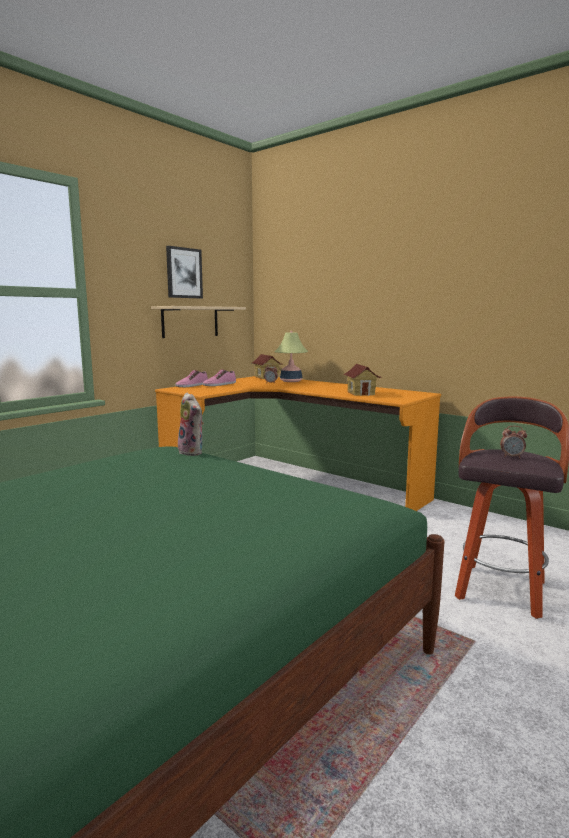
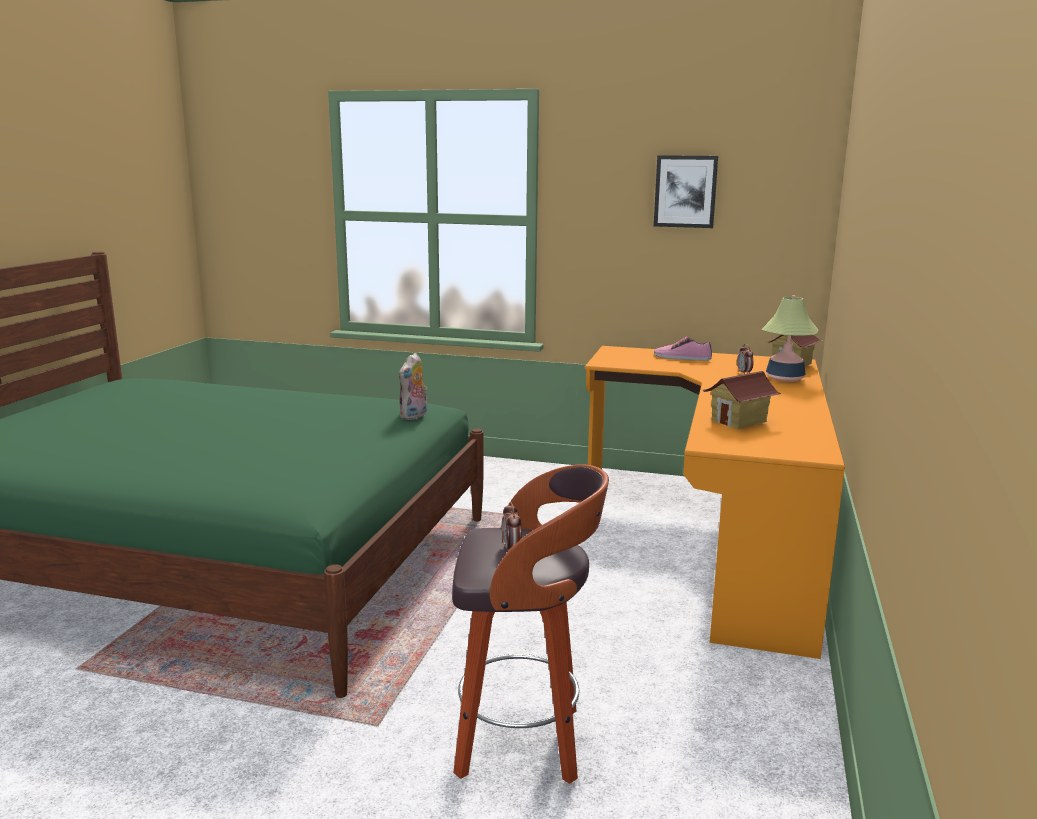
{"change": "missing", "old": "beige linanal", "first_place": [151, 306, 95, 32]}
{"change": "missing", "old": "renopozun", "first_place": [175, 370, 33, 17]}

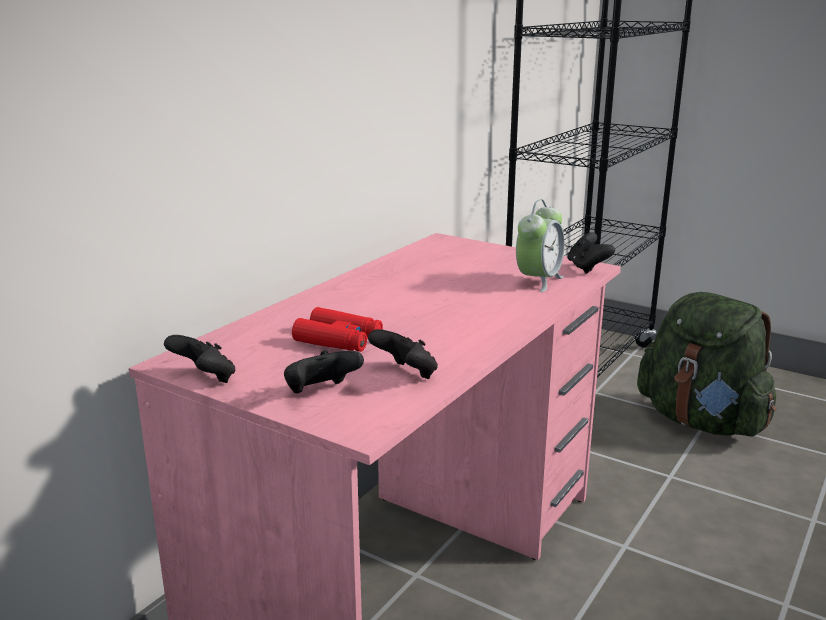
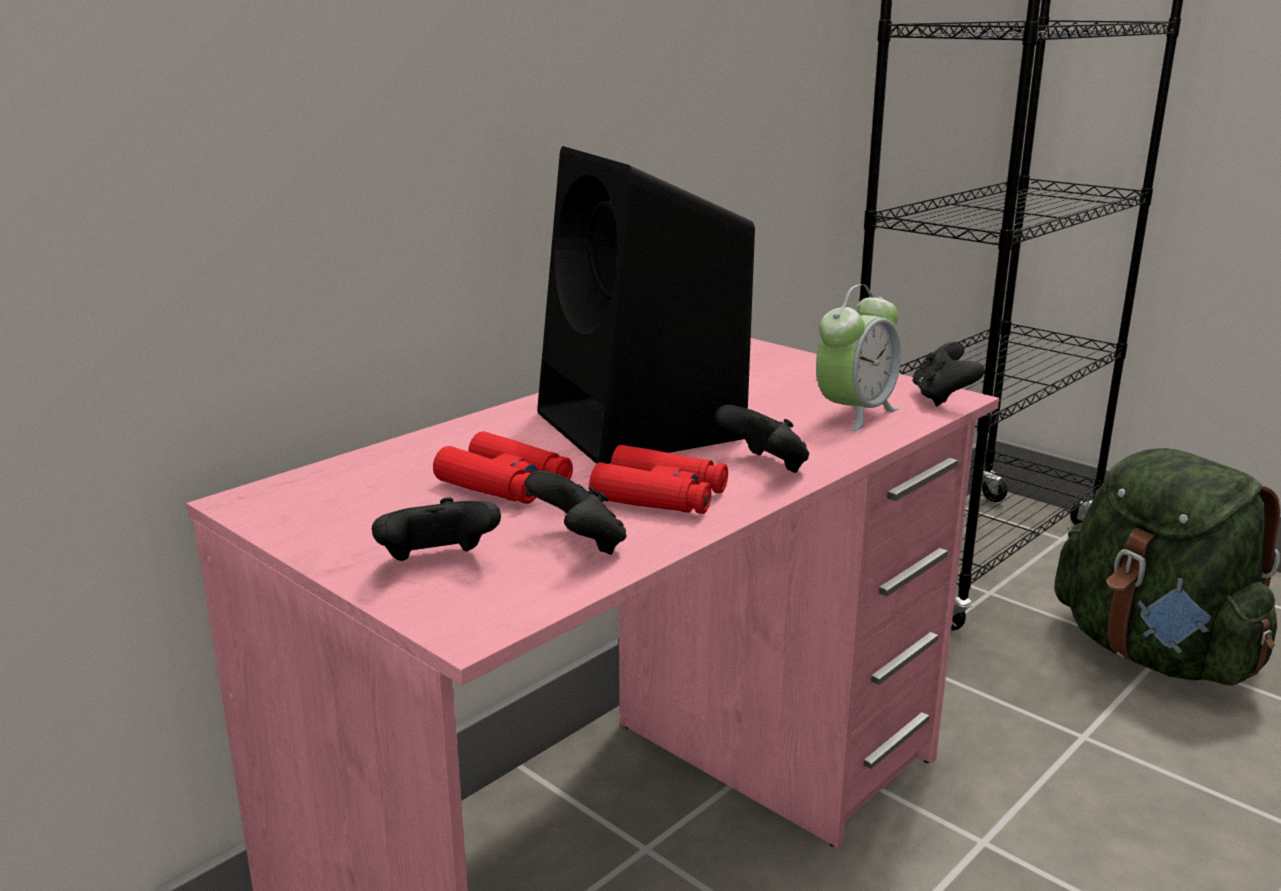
{"change": "appeared", "new": "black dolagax", "second_place": [537, 146, 218, 318]}
{"change": "appeared", "new": "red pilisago", "second_place": [589, 445, 139, 69]}
{"change": "relocated", "old": "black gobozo", "first_place": [164, 335, 71, 48], "second_place": [715, 405, 94, 68]}

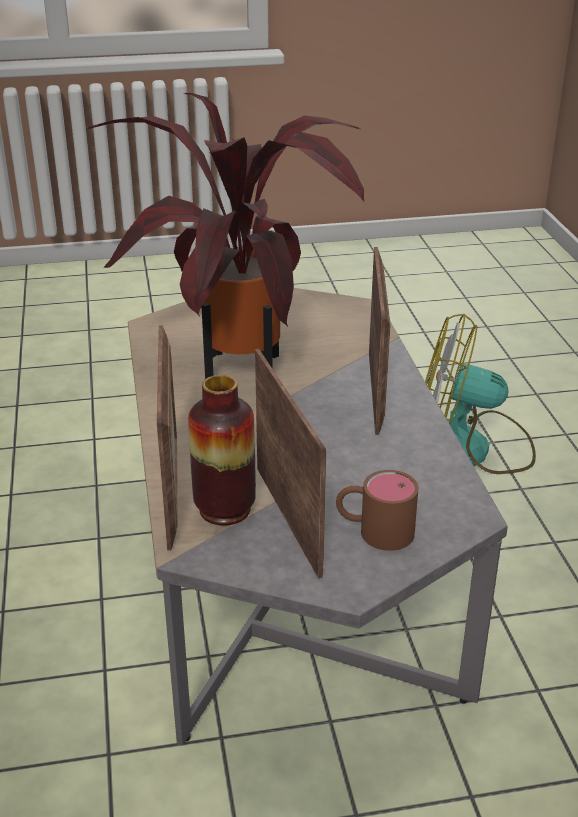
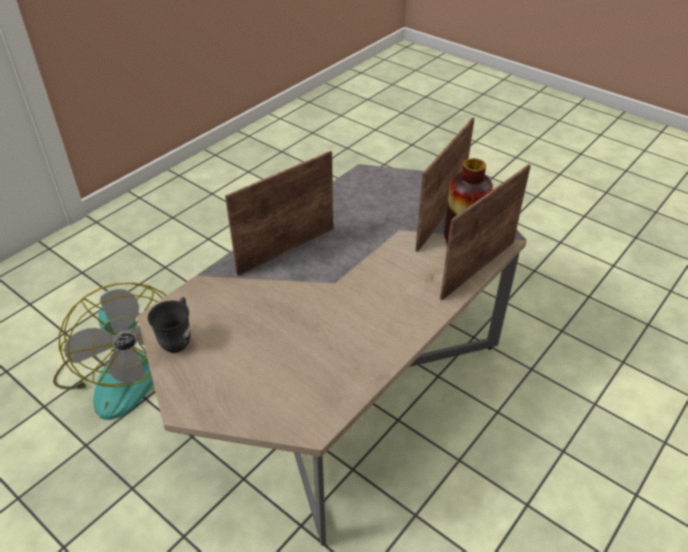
{"change": "missing", "old": "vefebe", "first_place": [87, 93, 277, 286]}
{"change": "missing", "old": "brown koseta", "first_place": [336, 470, 82, 81]}
{"change": "appeared", "new": "grey koseta", "second_place": [148, 297, 43, 56]}

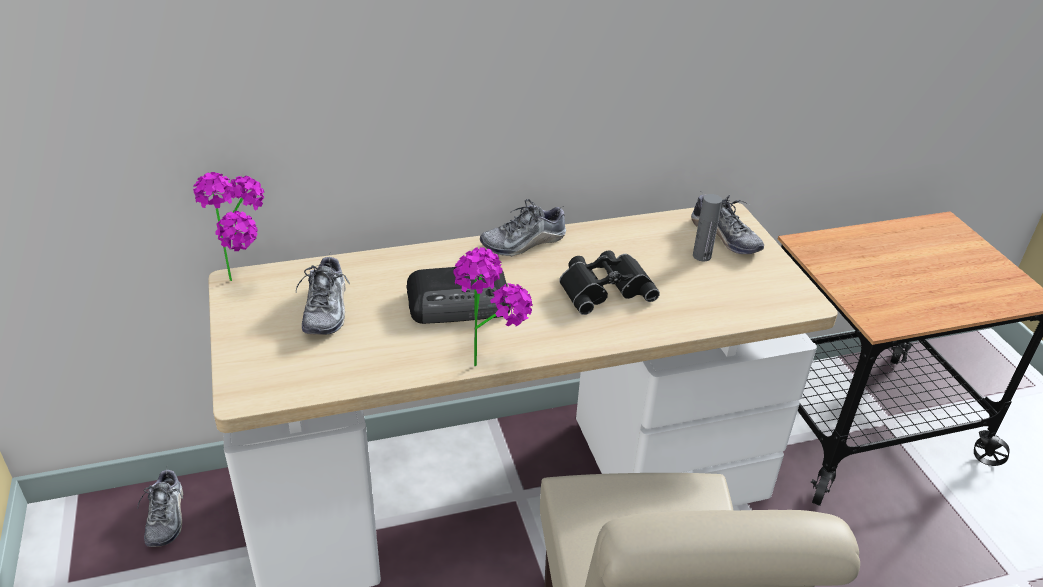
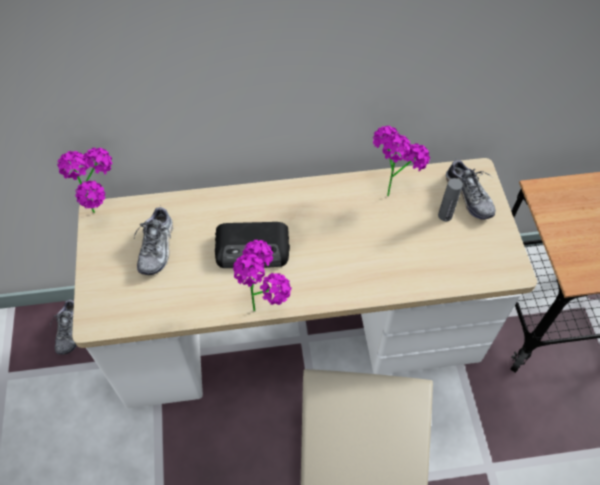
{"change": "missing", "old": "renopozun", "first_place": [480, 199, 86, 58]}
{"change": "missing", "old": "black pilisago", "first_place": [559, 250, 101, 65]}
{"change": "appeared", "new": "vefebe", "second_place": [373, 125, 57, 71]}

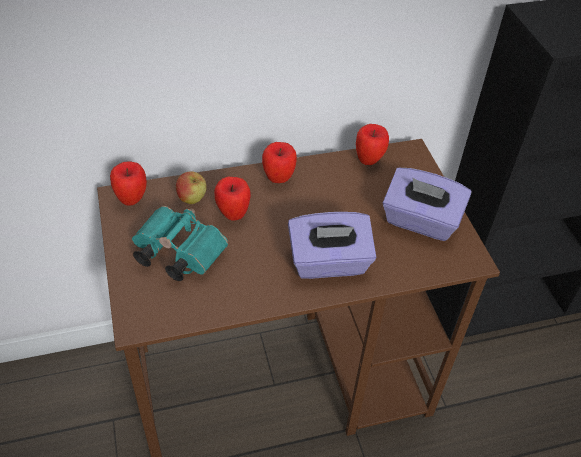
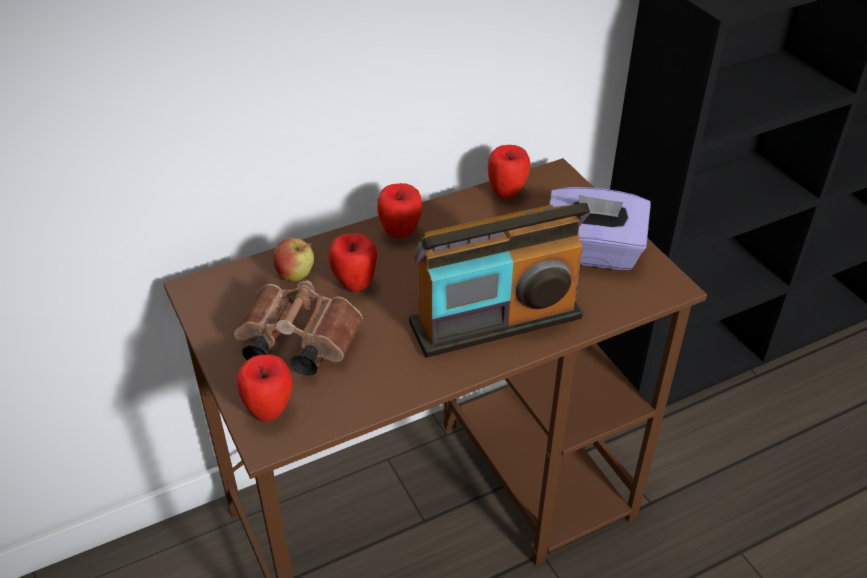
{"change": "relocated", "old": "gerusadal", "first_place": [110, 161, 37, 45], "second_place": [237, 354, 55, 68]}
{"change": "exchanged", "old": "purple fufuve", "new": "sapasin", "first_place": [288, 212, 88, 67], "second_place": [409, 203, 181, 155]}
{"change": "colour", "old": "turquoise pilisago", "new": "brown pilisago", "first_place": [132, 206, 96, 75], "second_place": [234, 280, 129, 96]}

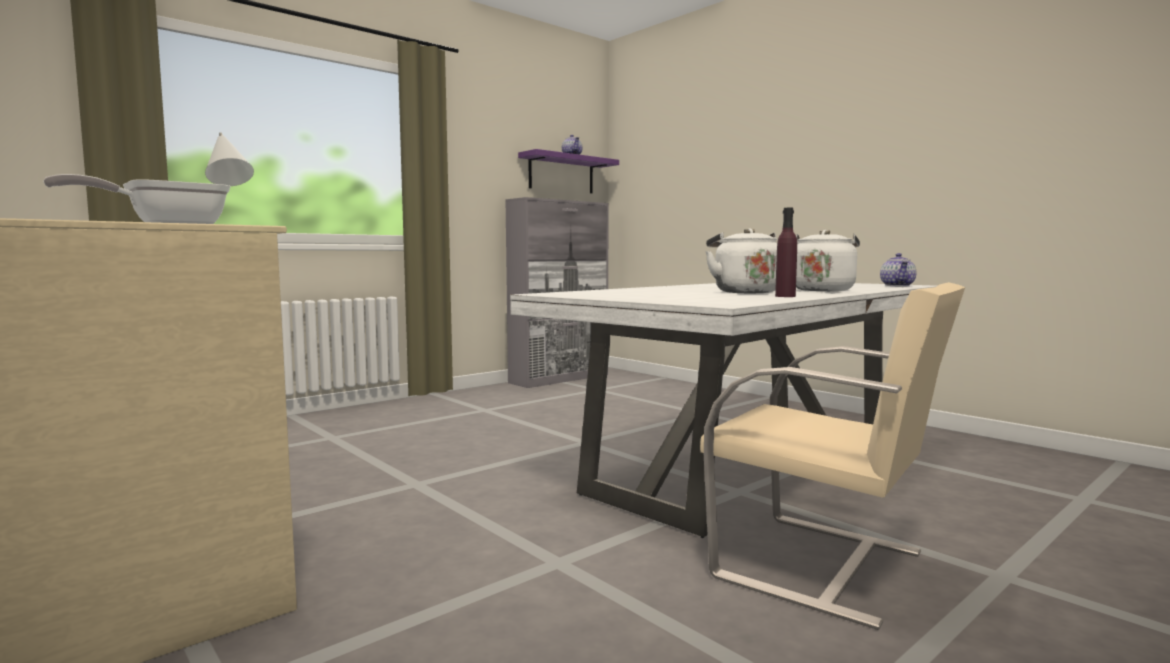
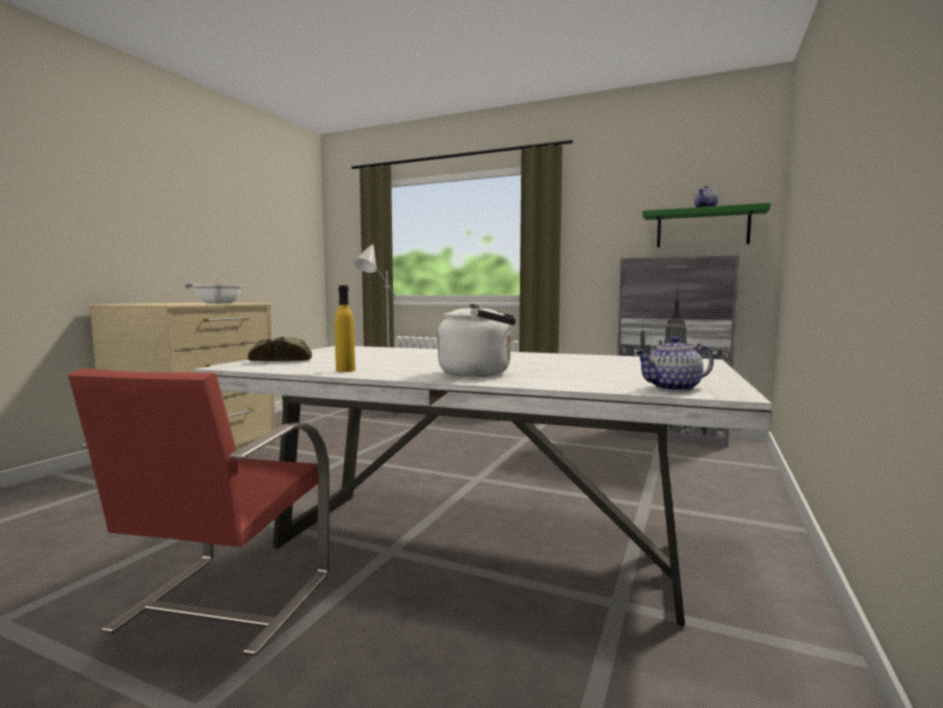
{"change": "missing", "old": "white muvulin", "first_place": [705, 228, 72, 65]}
{"change": "appeared", "new": "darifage", "second_place": [248, 337, 64, 24]}
{"change": "colour", "old": "purple linanal", "new": "green linanal", "first_place": [518, 149, 101, 44], "second_place": [642, 203, 129, 44]}
{"change": "colour", "old": "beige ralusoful", "new": "red ralusoful", "first_place": [700, 282, 265, 348], "second_place": [68, 368, 262, 288]}
{"change": "colour", "old": "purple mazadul", "new": "yellow mazadul", "first_place": [775, 208, 22, 89], "second_place": [335, 285, 20, 87]}

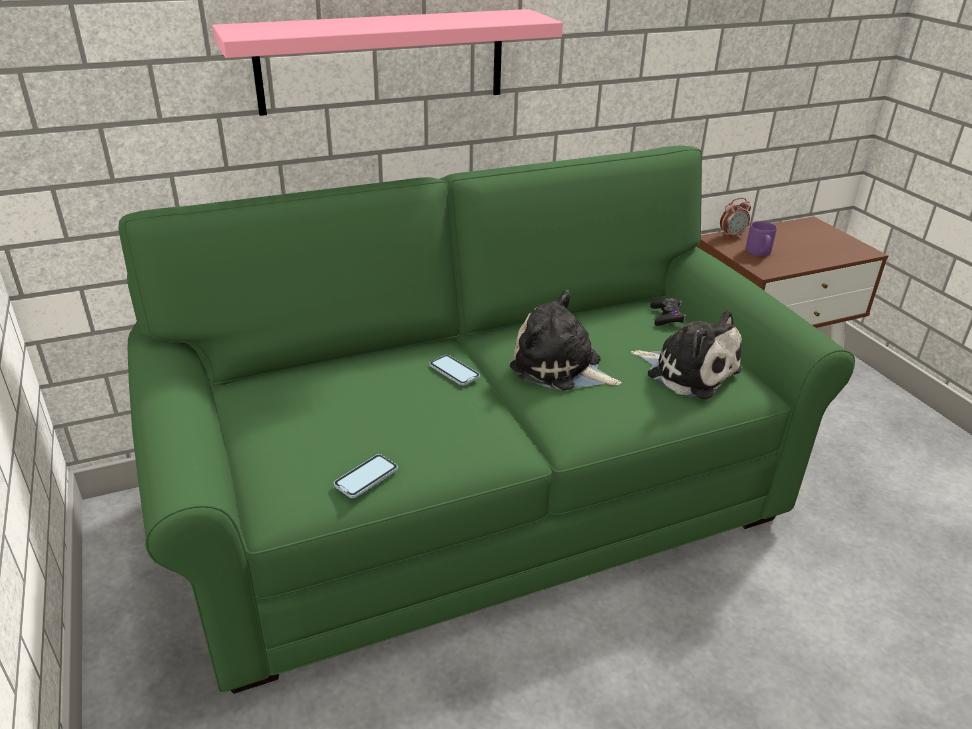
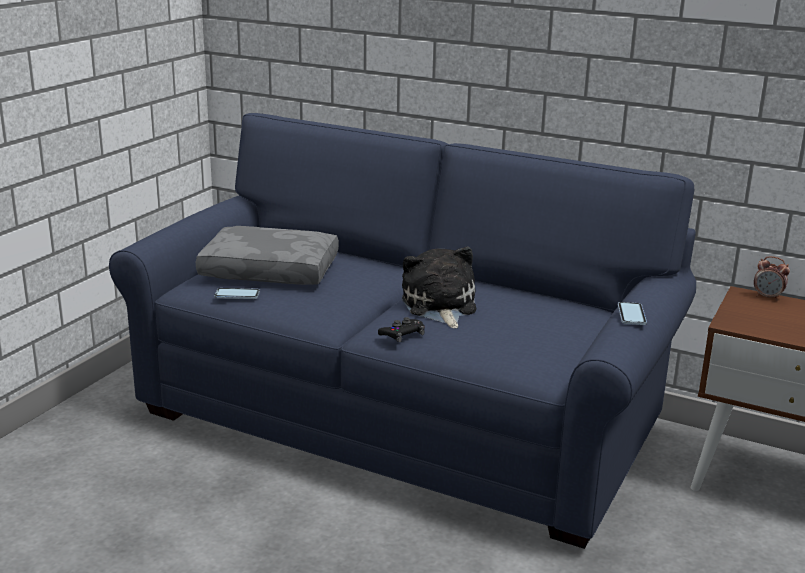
{"change": "missing", "old": "pink linanal", "first_place": [212, 9, 351, 107]}
{"change": "missing", "old": "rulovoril", "first_place": [631, 310, 111, 90]}
{"change": "missing", "old": "purple koseta", "first_place": [746, 221, 31, 35]}
{"change": "appeared", "new": "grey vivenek", "second_place": [196, 226, 143, 59]}
{"change": "relocated", "old": "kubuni", "first_place": [429, 355, 51, 31], "second_place": [618, 302, 29, 23]}
{"change": "relocated", "old": "black gobozo", "first_place": [650, 298, 36, 28], "second_place": [378, 317, 47, 25]}
{"change": "colour", "old": "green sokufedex", "new": "blue sokufedex", "first_place": [118, 145, 737, 549], "second_place": [109, 113, 587, 436]}

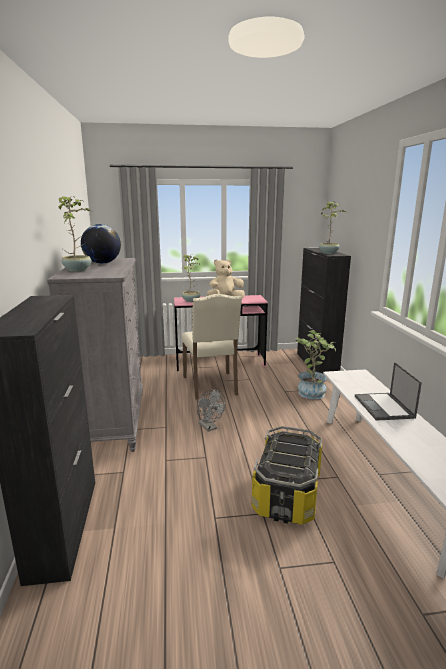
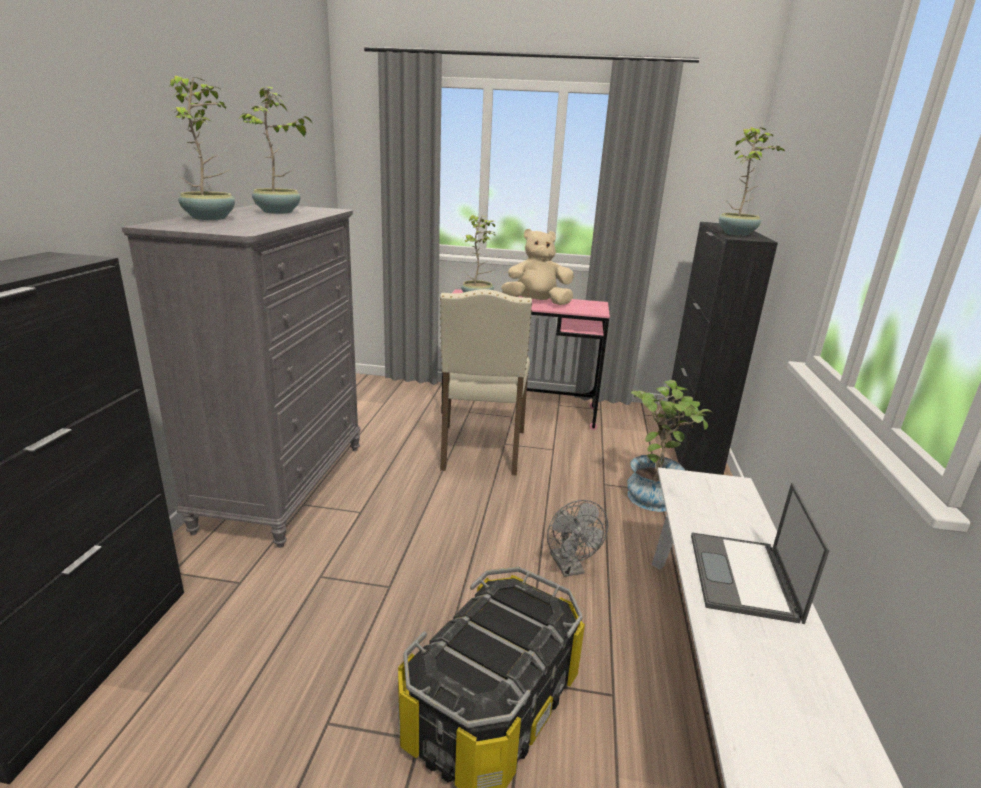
{"change": "relocated", "old": "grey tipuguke", "first_place": [197, 389, 29, 43], "second_place": [547, 500, 61, 77]}
{"change": "exchanged", "old": "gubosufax", "new": "vefebe", "first_place": [81, 224, 40, 40], "second_place": [238, 87, 74, 127]}

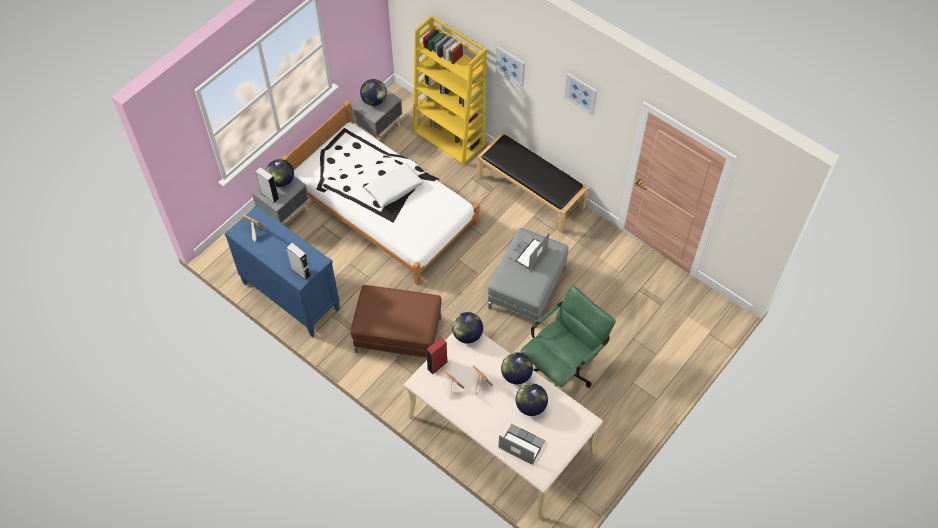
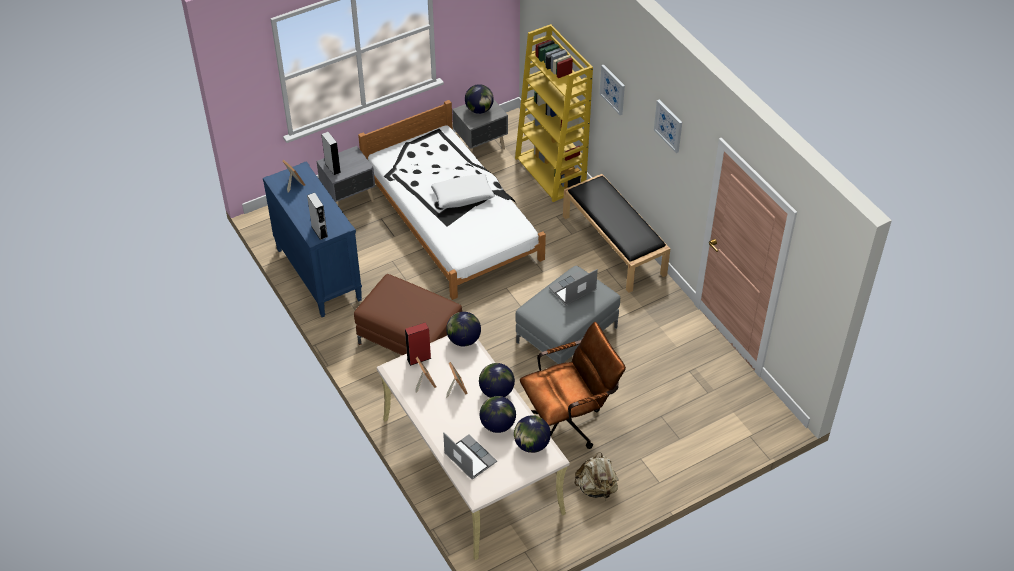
{"change": "appeared", "new": "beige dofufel", "second_place": [574, 452, 45, 47]}
{"change": "relocated", "old": "gubosufax", "first_place": [266, 159, 28, 28], "second_place": [514, 415, 37, 38]}
{"change": "colour", "old": "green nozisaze", "new": "brown nozisaze", "first_place": [520, 285, 96, 103], "second_place": [520, 322, 106, 127]}

